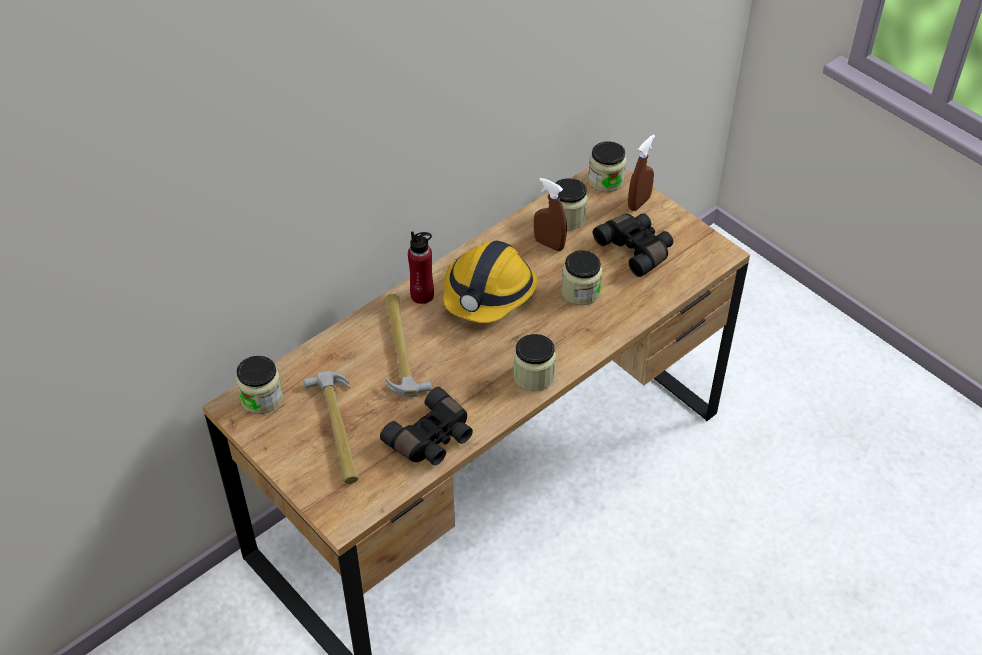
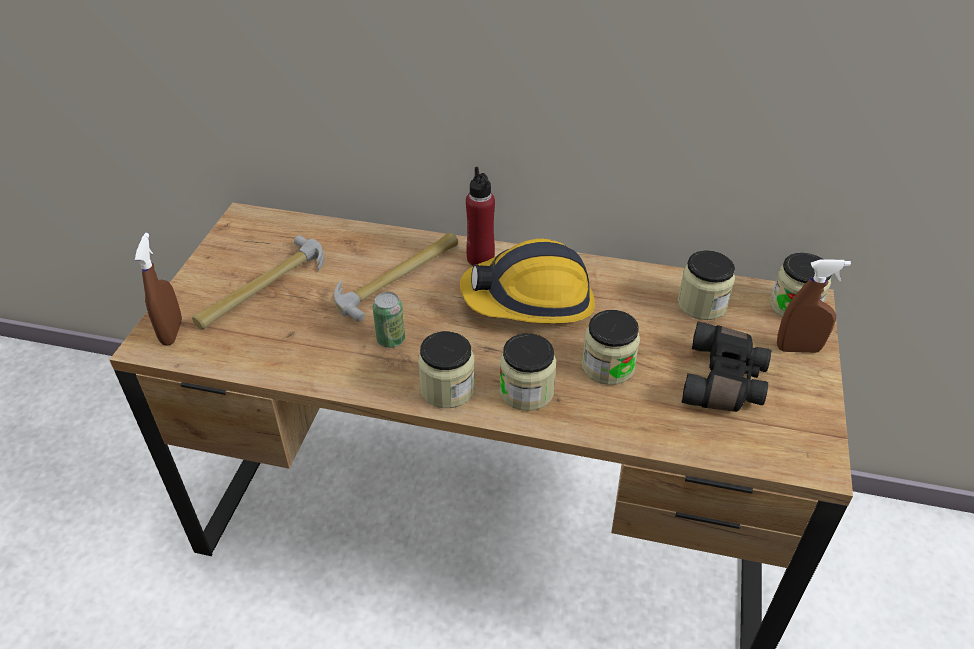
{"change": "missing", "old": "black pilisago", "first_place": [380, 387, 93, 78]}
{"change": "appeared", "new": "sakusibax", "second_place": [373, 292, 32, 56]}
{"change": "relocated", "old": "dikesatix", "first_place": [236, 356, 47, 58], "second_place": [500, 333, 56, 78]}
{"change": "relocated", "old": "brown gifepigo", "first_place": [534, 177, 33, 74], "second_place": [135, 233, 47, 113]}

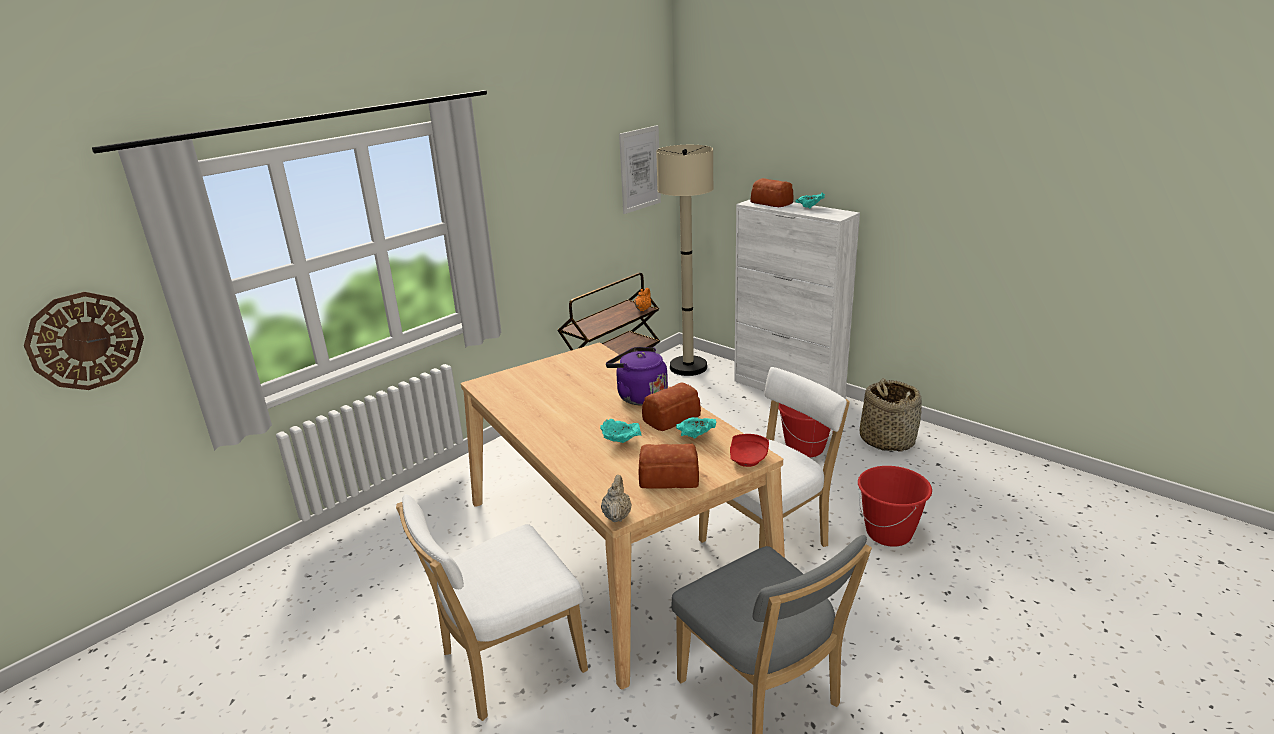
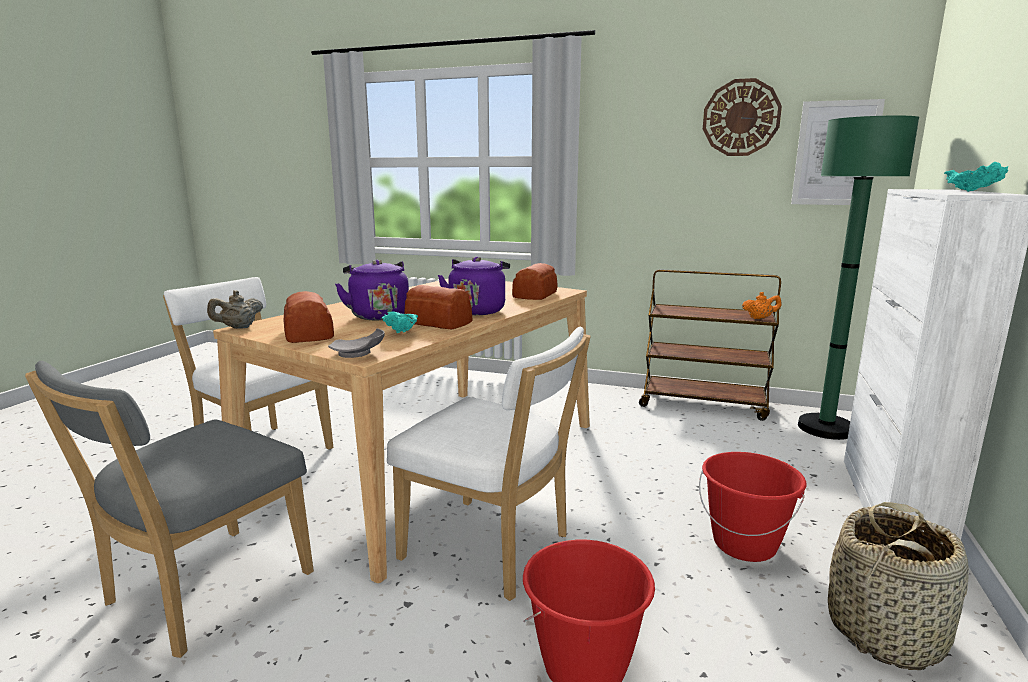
{"change": "relocated", "old": "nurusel", "first_place": [24, 292, 120, 98], "second_place": [703, 78, 79, 78]}
{"change": "relocated", "old": "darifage", "first_place": [750, 178, 44, 29], "second_place": [512, 263, 46, 37]}
{"change": "exchanged", "old": "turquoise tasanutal", "new": "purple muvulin", "first_place": [600, 419, 41, 24], "second_place": [335, 260, 74, 61]}
{"change": "colour", "old": "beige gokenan", "new": "green gokenan", "first_place": [656, 145, 58, 231], "second_place": [798, 116, 121, 324]}
{"change": "colour", "old": "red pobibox", "new": "grey pobibox", "first_place": [730, 434, 39, 33], "second_place": [328, 328, 57, 30]}
{"change": "spun", "old": "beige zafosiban", "first_place": [601, 475, 31, 47], "second_place": [207, 290, 56, 39], "degrees": 150}

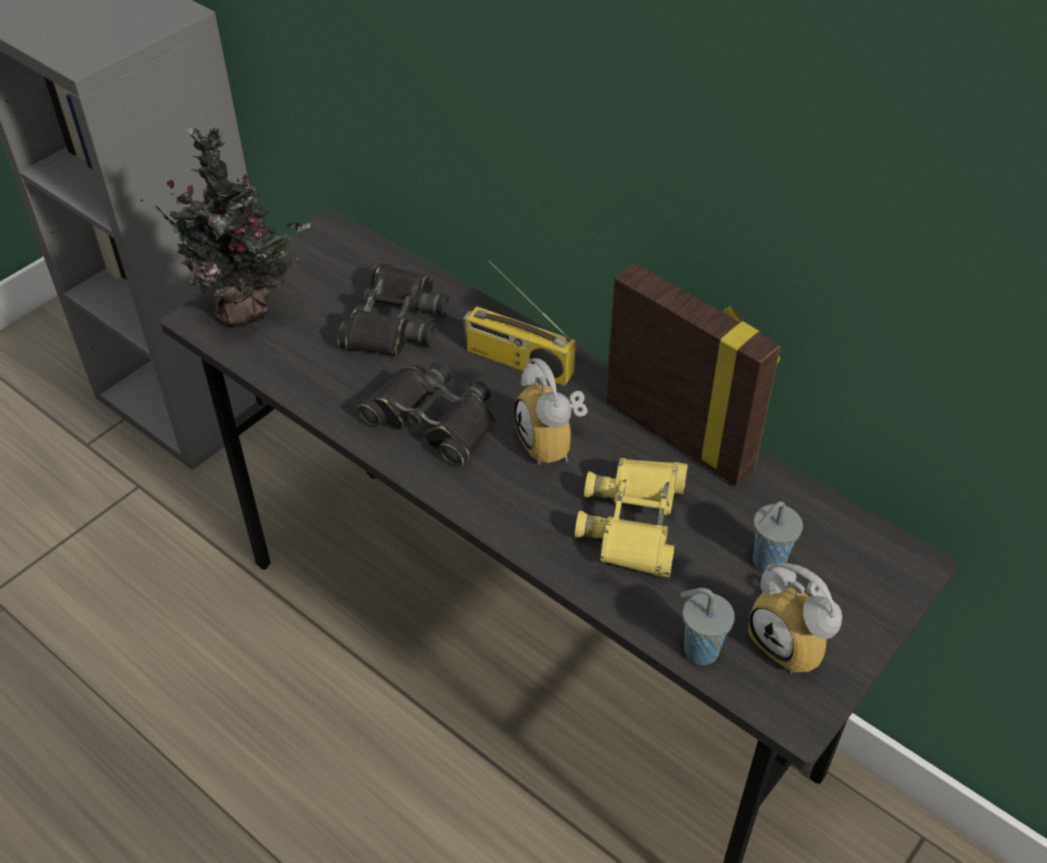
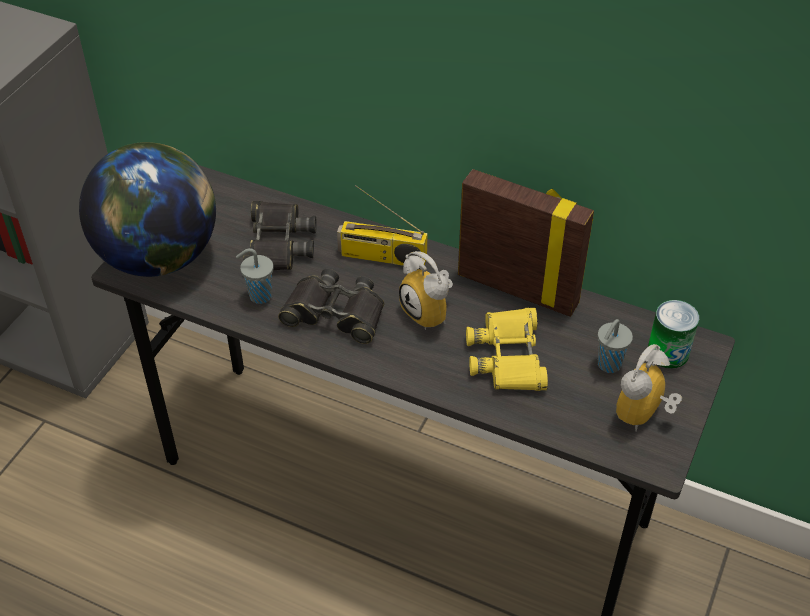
{"change": "appeared", "new": "sakusibax", "second_place": [648, 300, 51, 69]}
{"change": "relocated", "old": "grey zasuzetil", "first_place": [680, 588, 55, 77], "second_place": [236, 248, 37, 56]}
{"change": "exchanged", "old": "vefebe", "new": "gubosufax", "first_place": [140, 127, 171, 200], "second_place": [79, 142, 137, 135]}
{"change": "spun", "old": "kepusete", "first_place": [748, 563, 94, 111], "second_place": [616, 344, 66, 88], "degrees": 90}

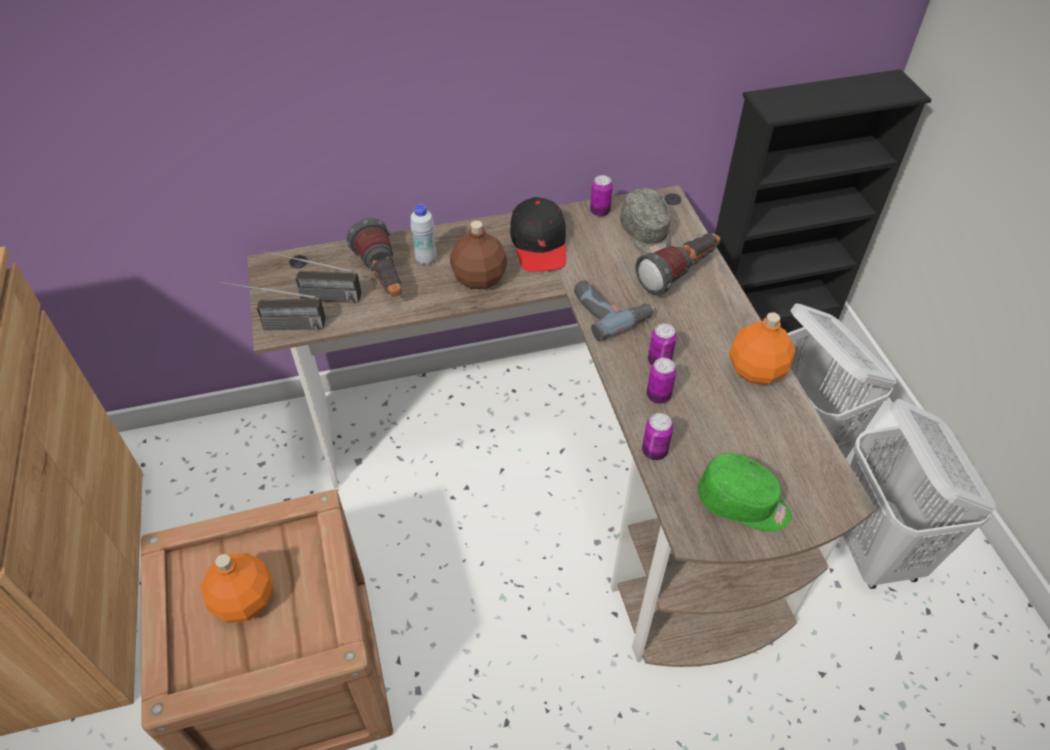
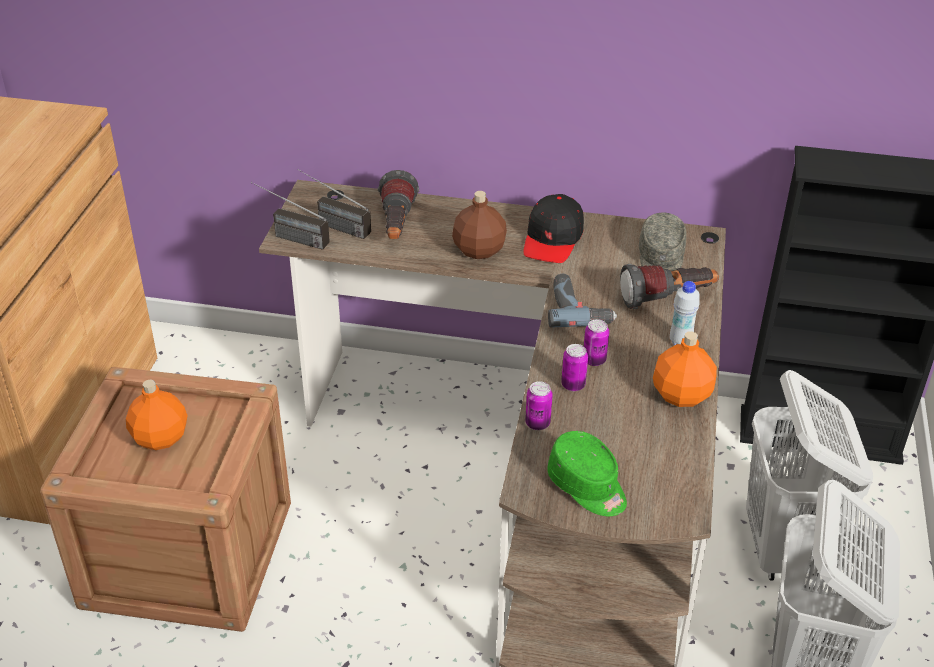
{"change": "missing", "old": "sakusibax", "first_place": [590, 175, 23, 42]}
{"change": "relocated", "old": "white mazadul", "first_place": [410, 204, 26, 62], "second_place": [670, 281, 30, 64]}

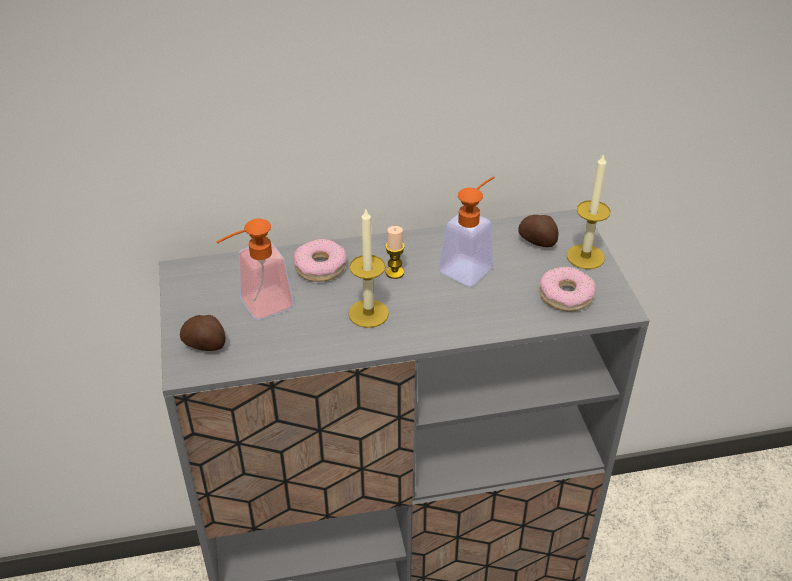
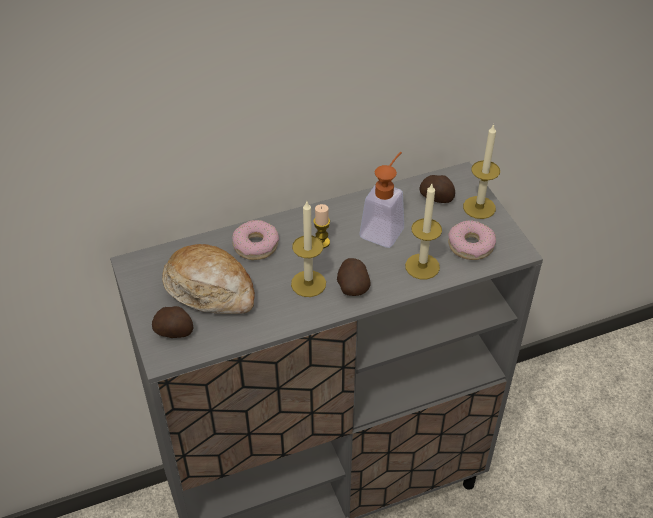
{"change": "appeared", "new": "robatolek", "second_place": [337, 258, 34, 38]}
{"change": "appeared", "new": "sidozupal", "second_place": [405, 184, 37, 95]}
{"change": "exchanged", "old": "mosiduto", "new": "darifage", "first_place": [216, 219, 78, 101], "second_place": [162, 244, 93, 70]}

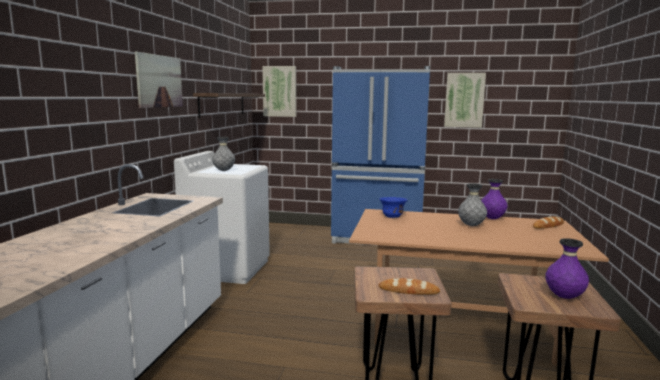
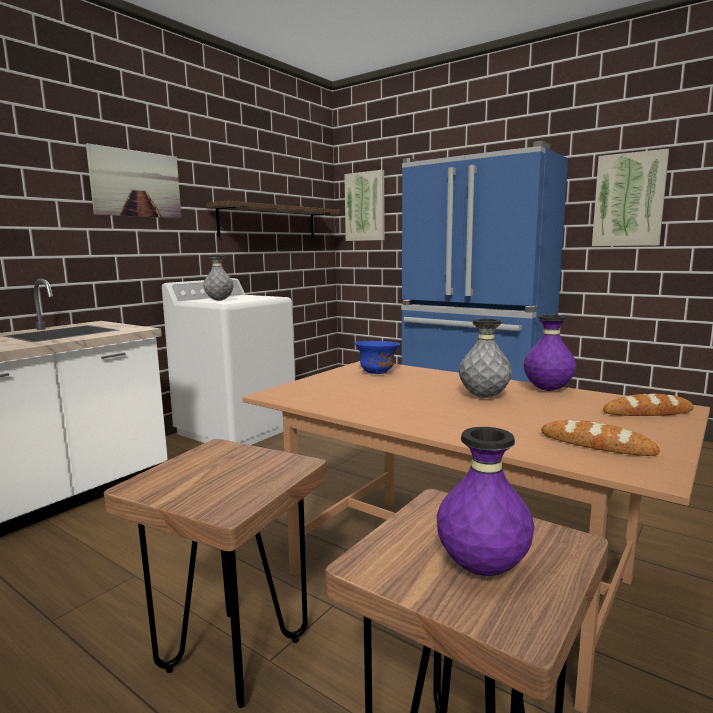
{"change": "relocated", "old": "darifage", "first_place": [378, 278, 62, 17], "second_place": [541, 420, 119, 36]}

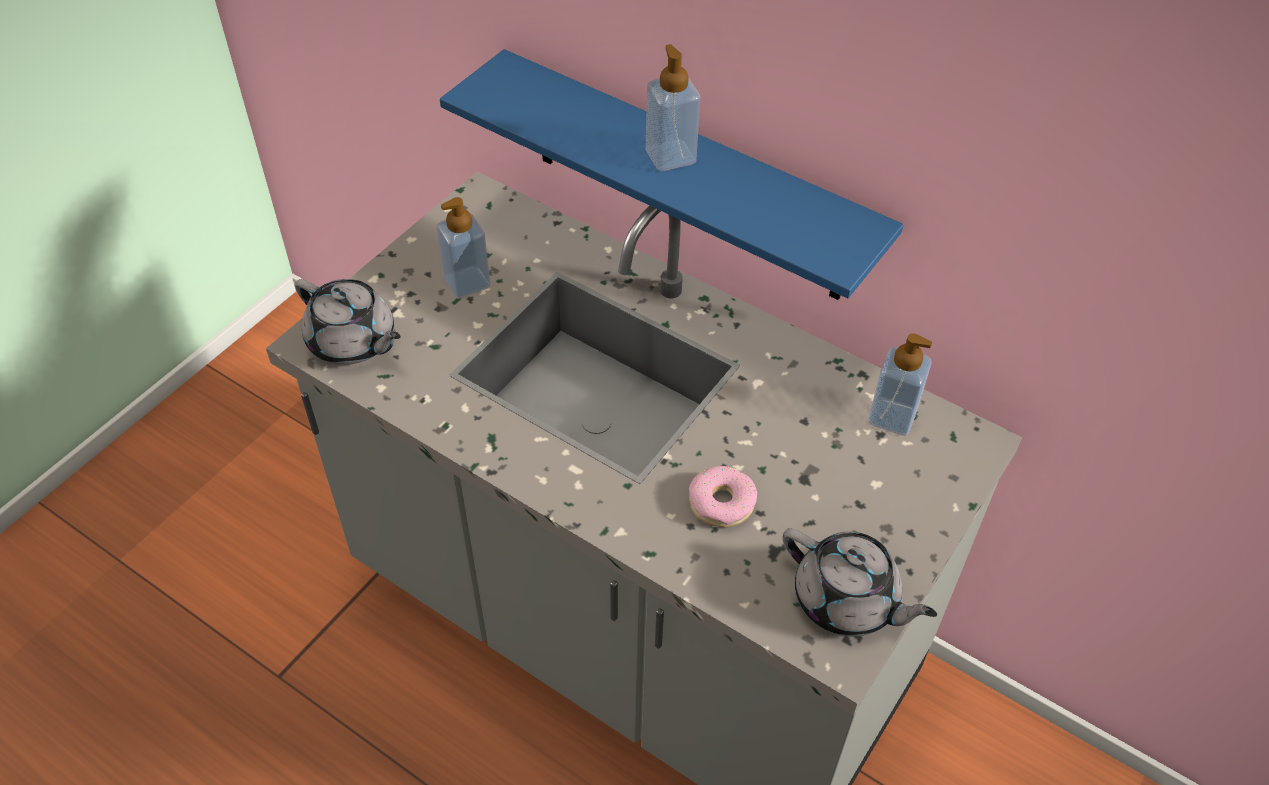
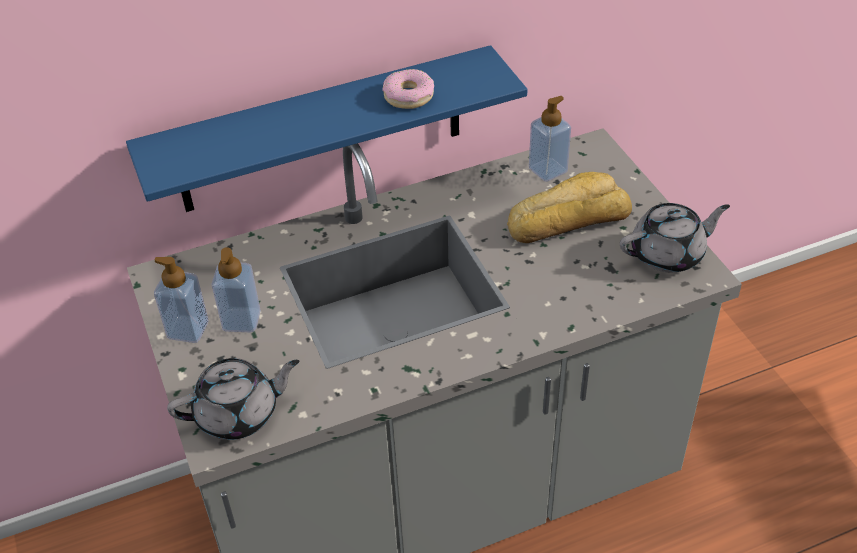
{"change": "appeared", "new": "darifage", "second_place": [507, 172, 125, 71]}
{"change": "relocated", "old": "mosiduto", "first_place": [646, 44, 54, 127], "second_place": [154, 257, 54, 86]}
{"change": "relocated", "old": "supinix", "first_place": [689, 466, 68, 61], "second_place": [382, 69, 52, 40]}

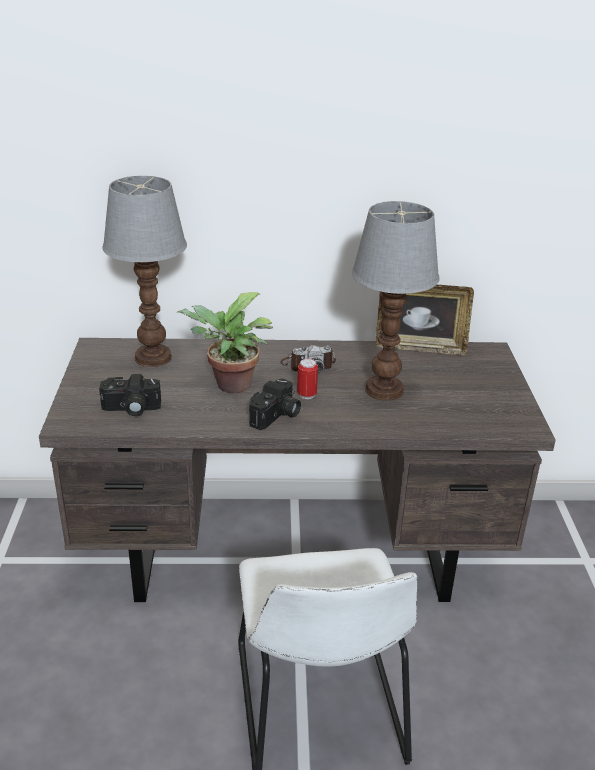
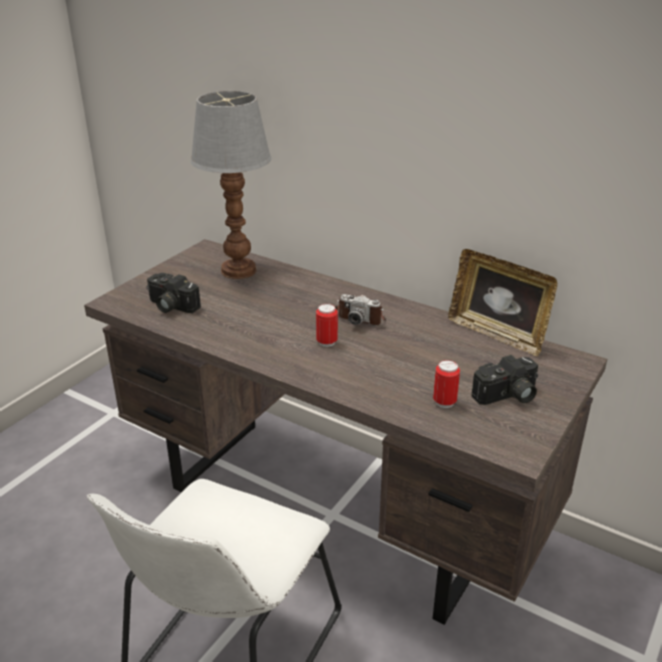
{"change": "missing", "old": "vefebe", "first_place": [178, 292, 95, 101]}
{"change": "missing", "old": "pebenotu", "first_place": [351, 201, 89, 200]}
{"change": "appeared", "new": "sakusibax", "second_place": [433, 360, 27, 48]}
{"change": "relocated", "old": "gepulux", "first_place": [249, 378, 52, 52], "second_place": [471, 355, 67, 50]}

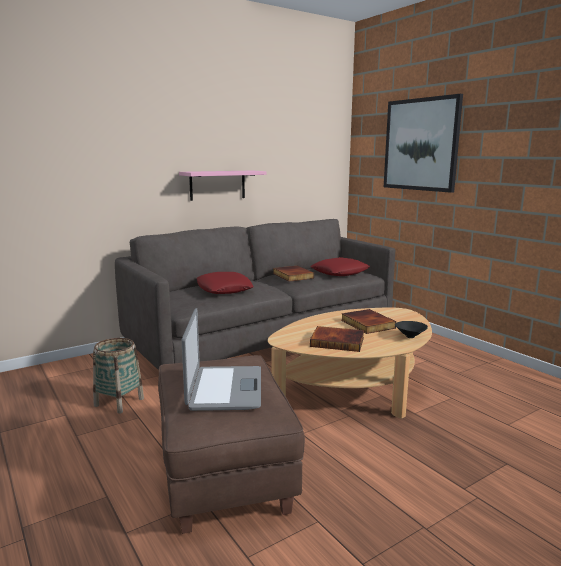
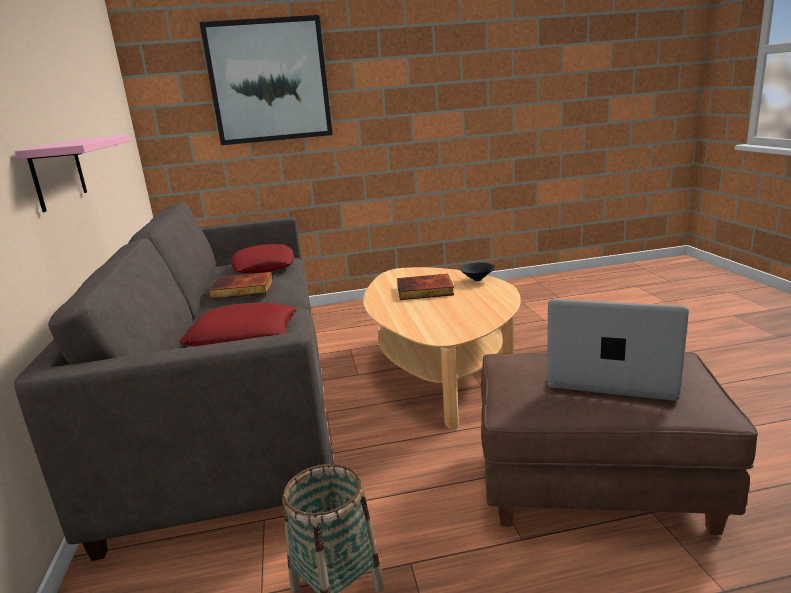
{"change": "missing", "old": "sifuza", "first_place": [310, 326, 54, 26]}

